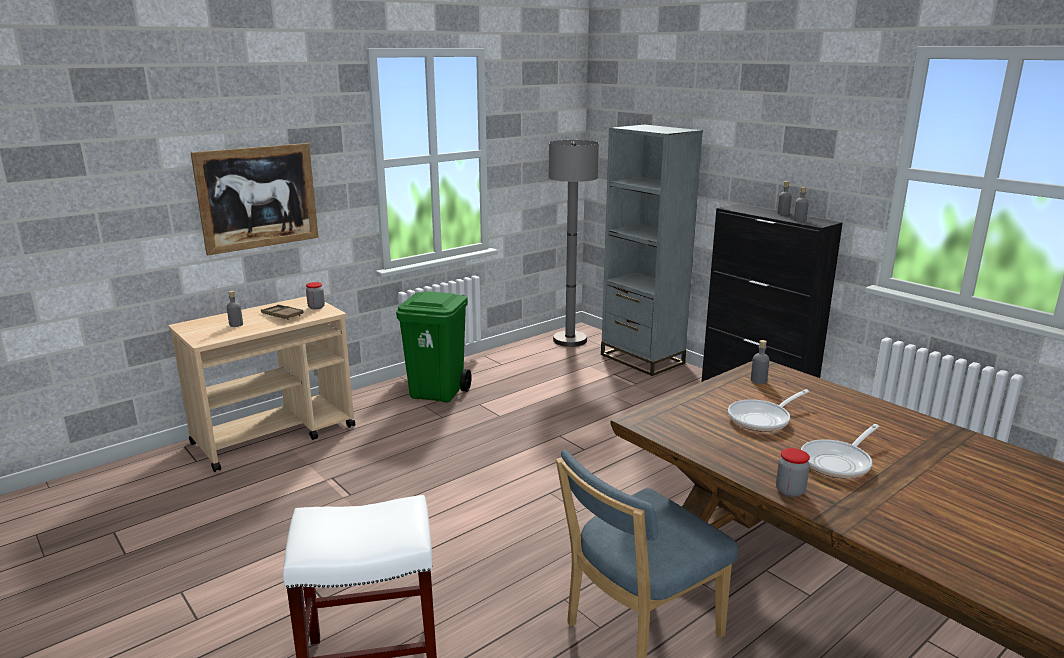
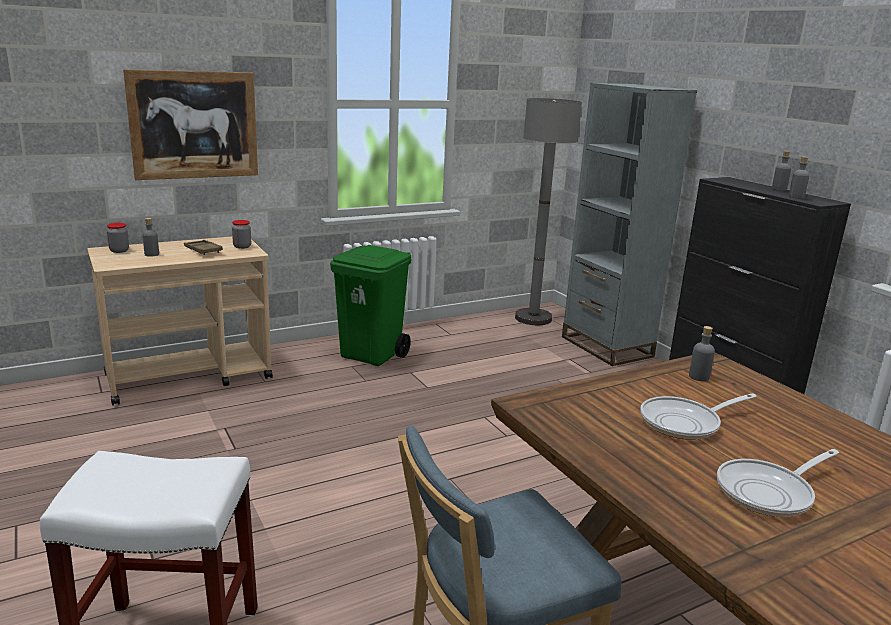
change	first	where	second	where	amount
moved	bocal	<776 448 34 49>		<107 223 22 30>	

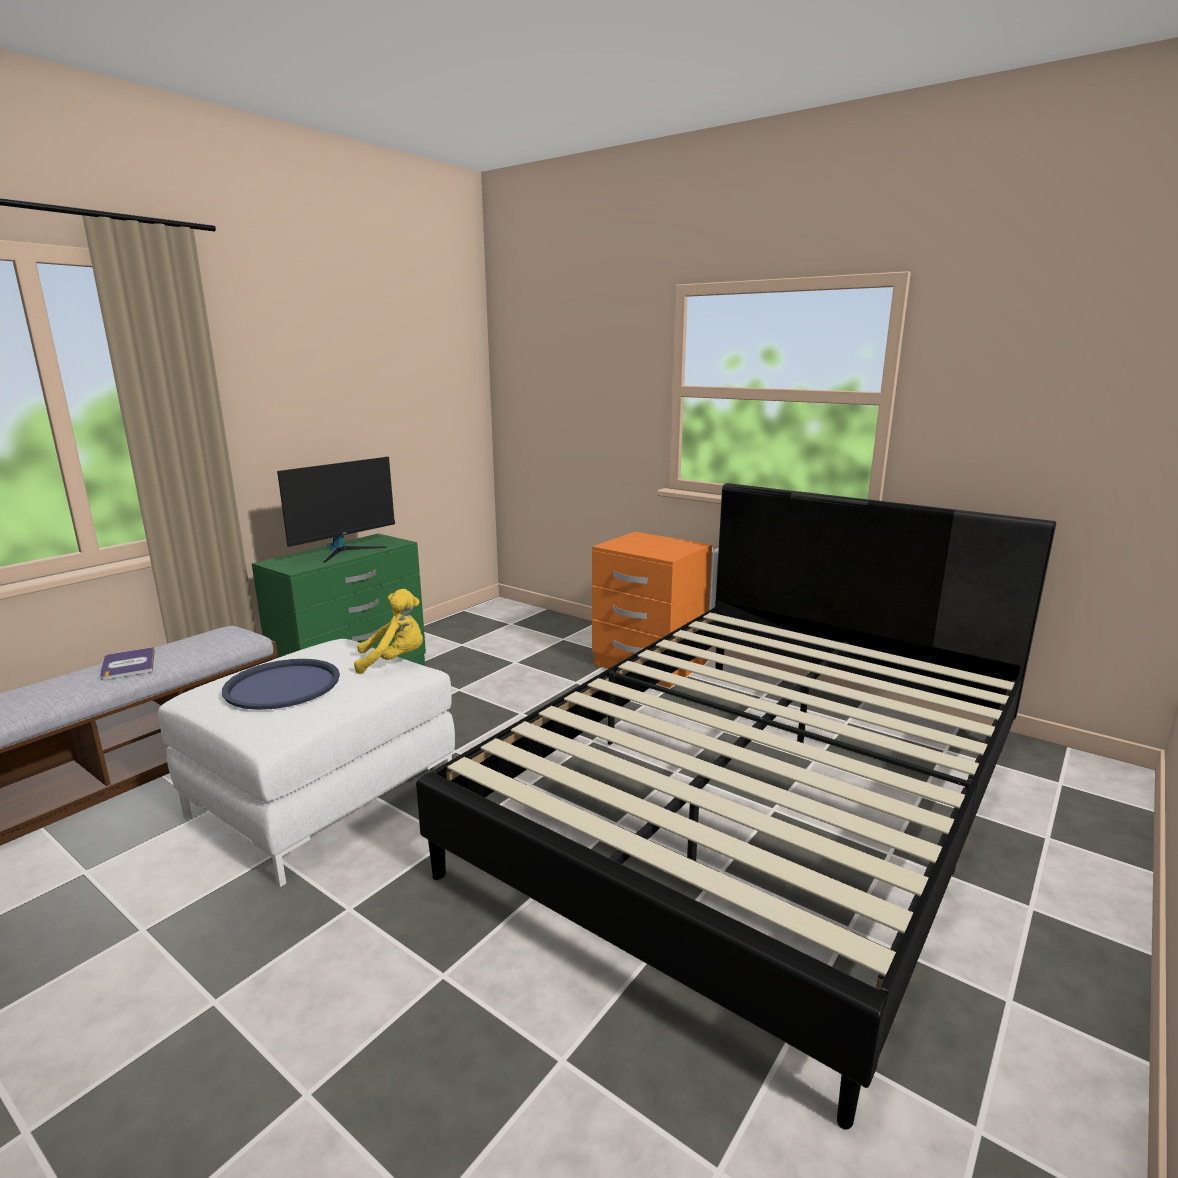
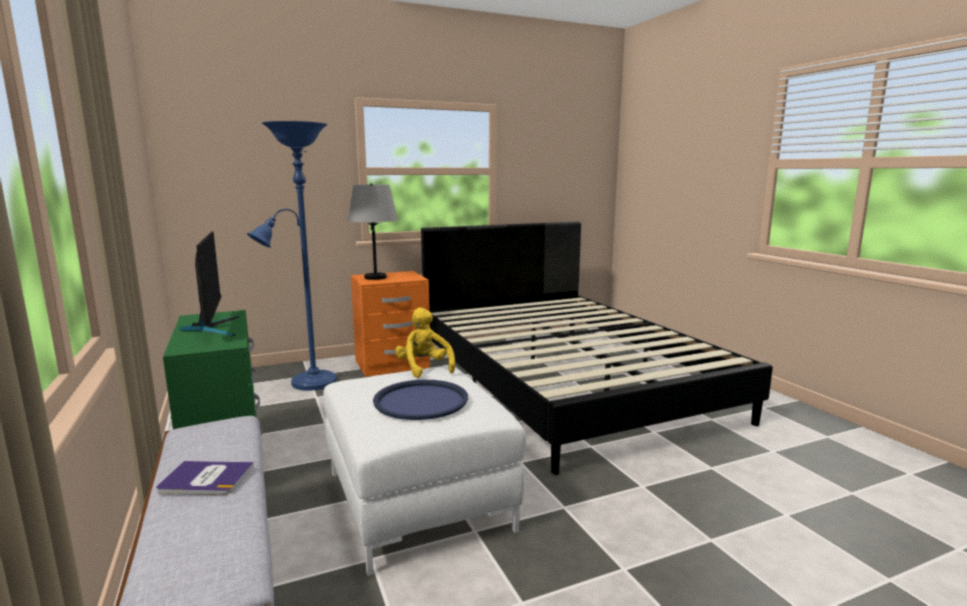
change	first	where	second	where	amount
added			lampadaire (bleu)	<247 121 90 270>	
added			lampe de table (gris)	<348 184 50 96>	
turned	peluche (jaune)	<354 589 69 85>		<395 308 60 70>	45 degrees counterclockwise

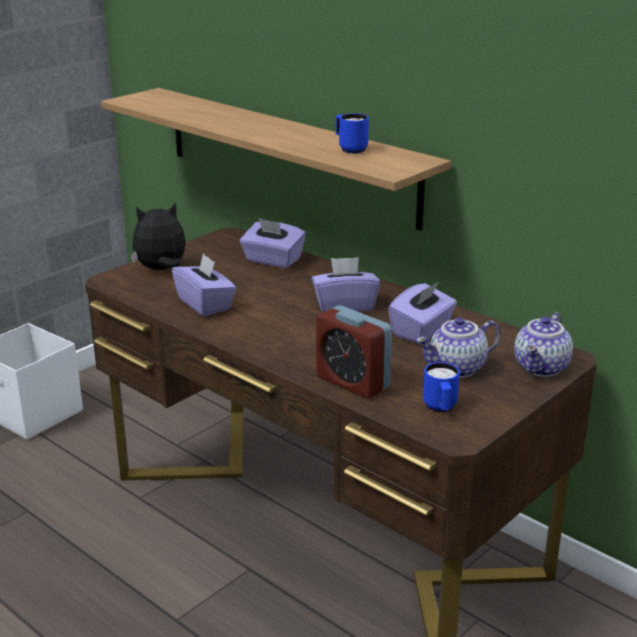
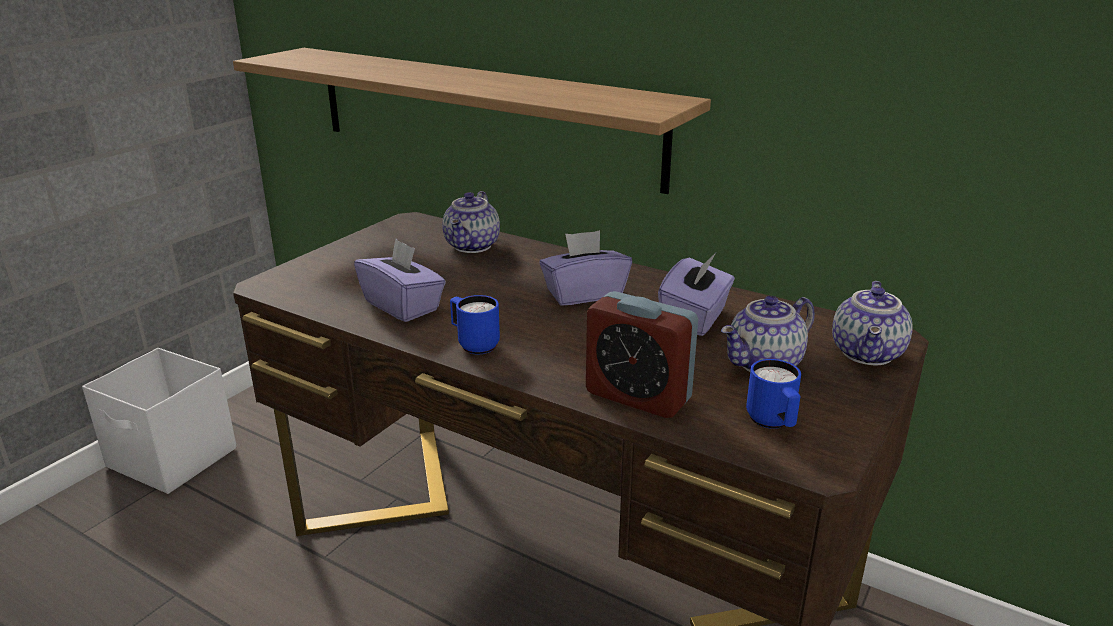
change	first	where	second	where	amount
replaced	boîte à mouchoirs (violet)	<240 218 66 50>	théière	<442 191 58 62>	
moved	mug (bleu)	<336 113 33 40>		<450 295 50 59>	
removed	peluche	<130 202 56 68>			

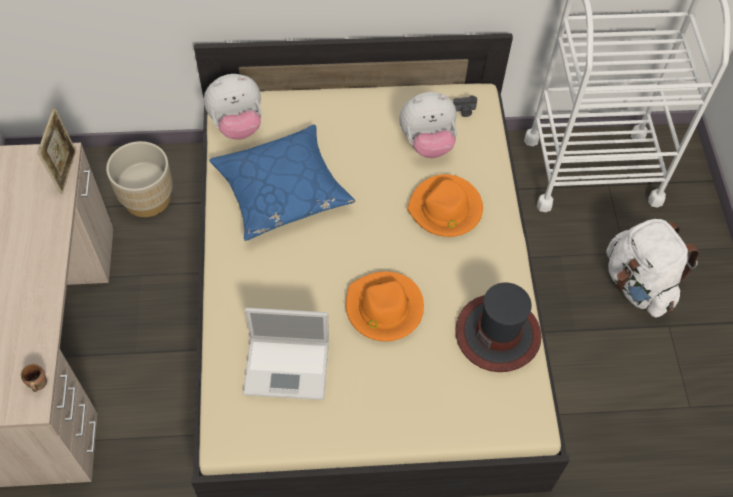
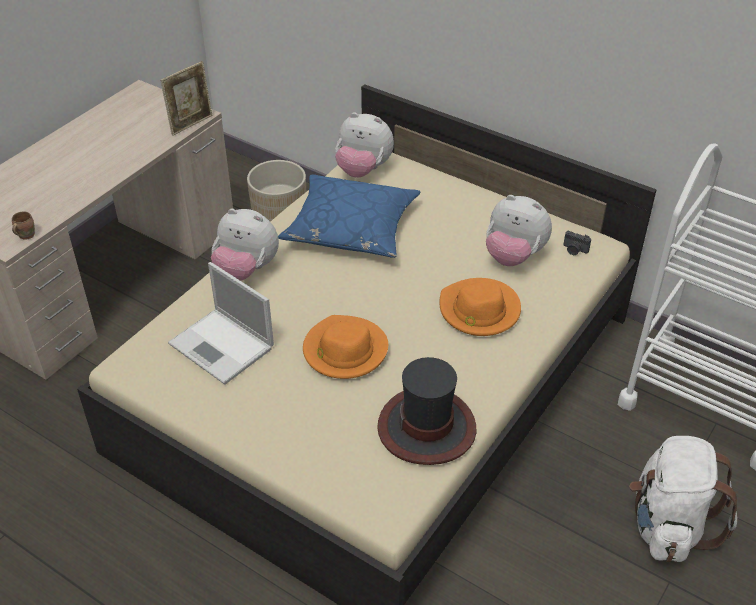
change	first	where	second	where	amount
added			peluche	<211 209 68 72>	

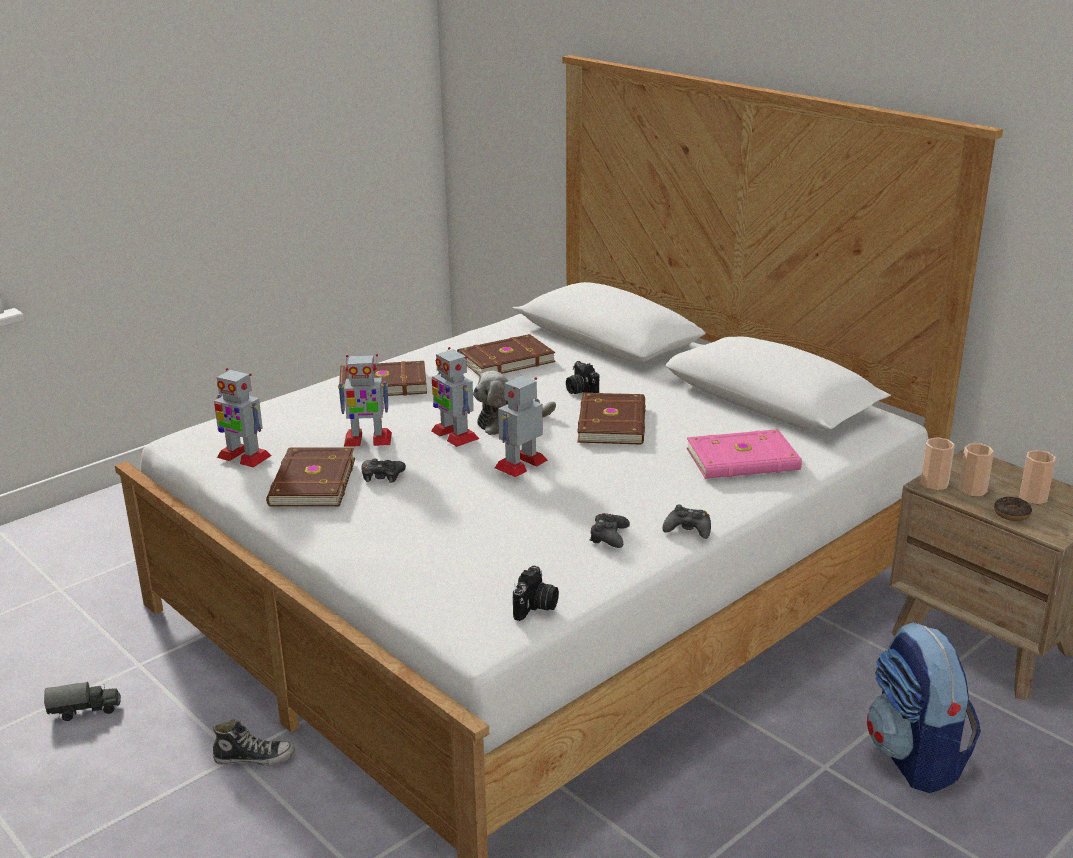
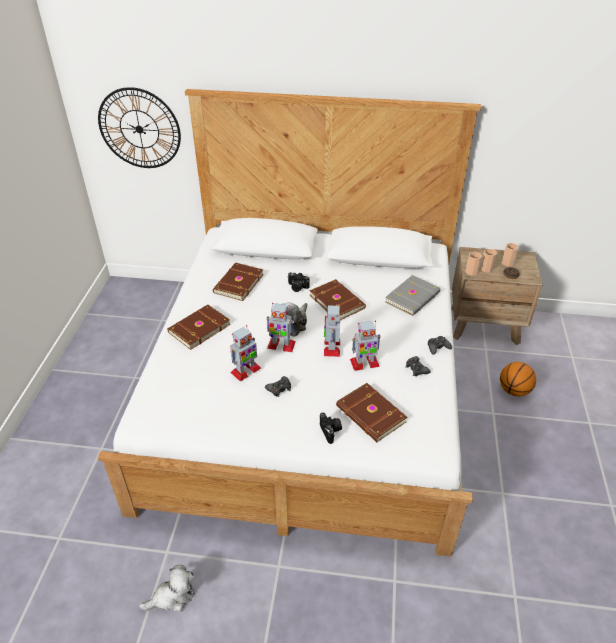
change	first	where	second	where	amount
added			horloge murale	<98 87 83 81>	
replaced	camion jouet	<44 682 77 39>	peluche	<139 565 56 47>	
moved	appareil photo	<513 566 46 55>		<320 413 22 31>	
moved	livre (marron)	<266 448 89 58>		<336 383 71 59>	
moved	robot jouet	<214 368 58 100>		<350 321 31 50>	
recoloured	livre (rose)	<686 429 116 50>	livre (gris)	<385 275 55 41>	
replaced	sac à dos	<867 622 114 171>	ballon de basket	<500 362 36 35>	
removed	chaussure	<213 719 82 47>			

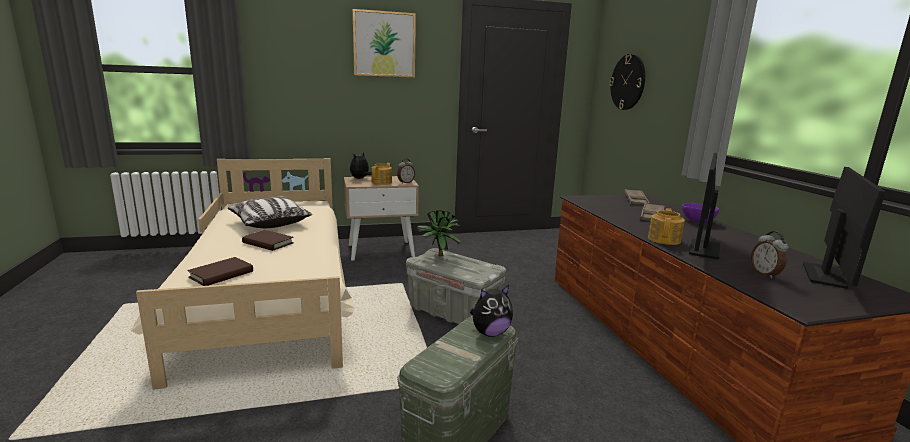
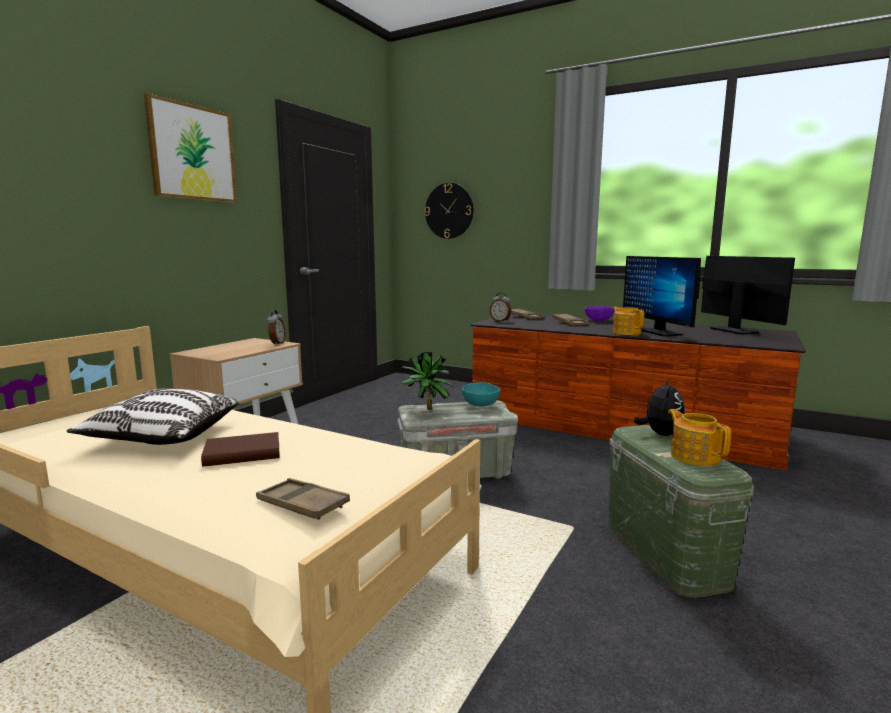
change	first	where	second	where	amount
replaced	livre (marron)	<187 257 66 29>	plateau (marron)	<256 478 94 42>	
added			bol (turquoise)	<462 382 38 24>	
moved	réveil	<751 231 38 48>		<490 293 21 29>	
moved	théière	<372 163 20 22>		<668 409 63 57>	
removed	peluche	<350 152 22 27>			

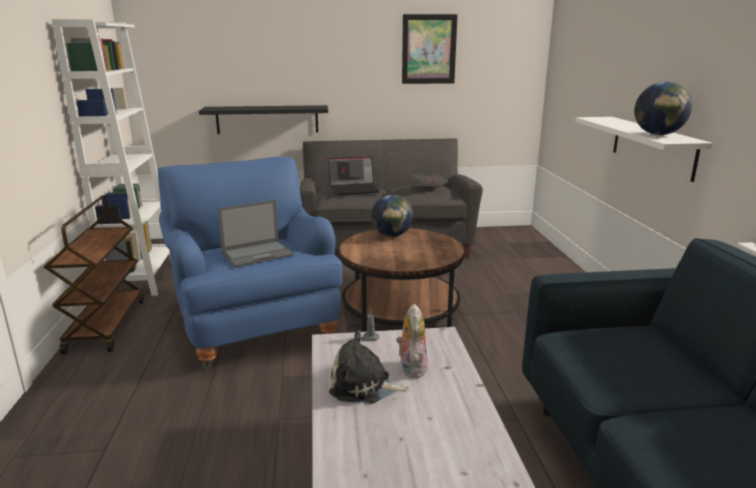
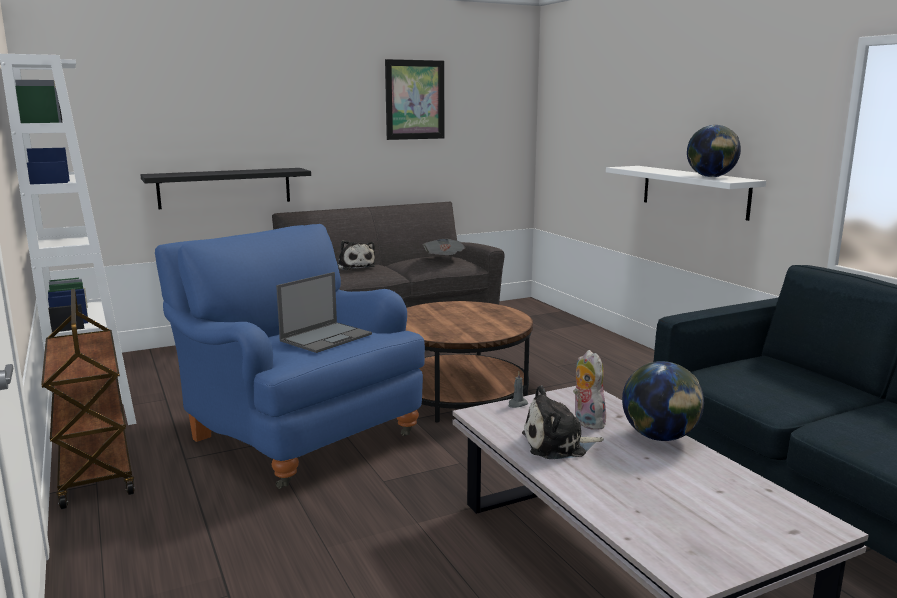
change	first	where	second	where	amount
replaced	ordinateur portable	<328 156 52 39>	peluche	<337 240 39 30>	
moved	globe	<371 194 42 43>		<622 361 82 80>	

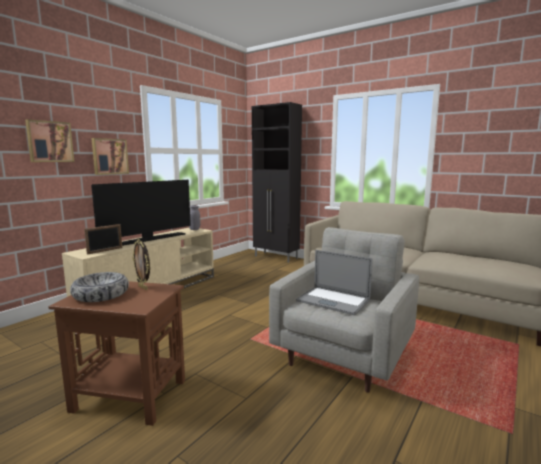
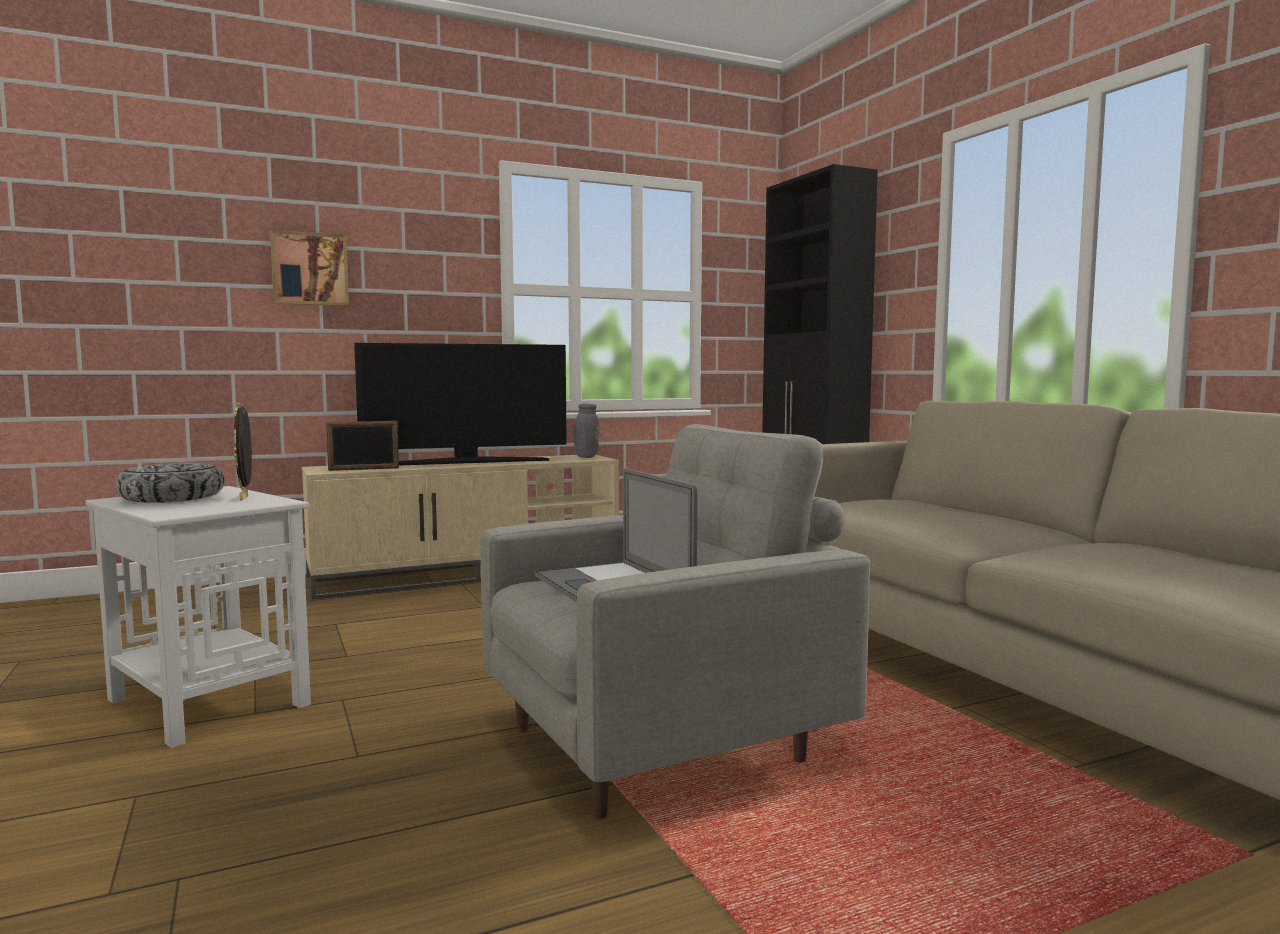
change	first	where	second	where	amount
recoloured	table d'appoint (marron)	<49 281 136 145>	table d'appoint (blanc)	<86 486 225 262>	
removed	tableau	<91 138 38 37>			

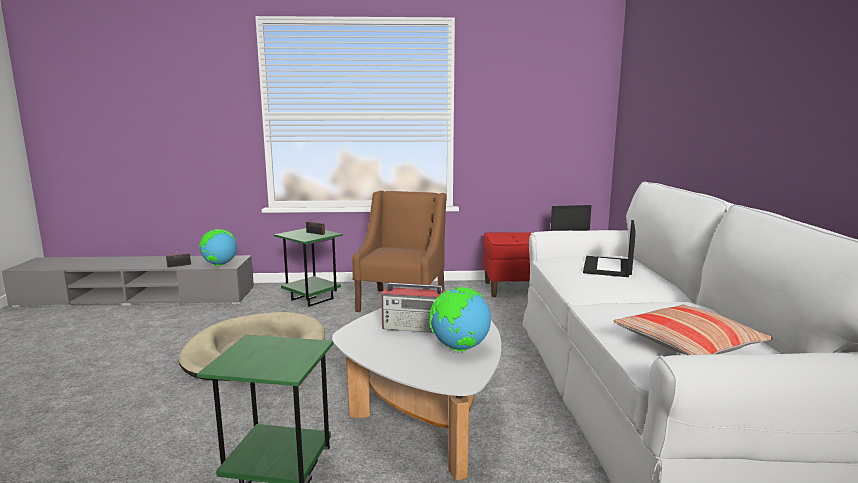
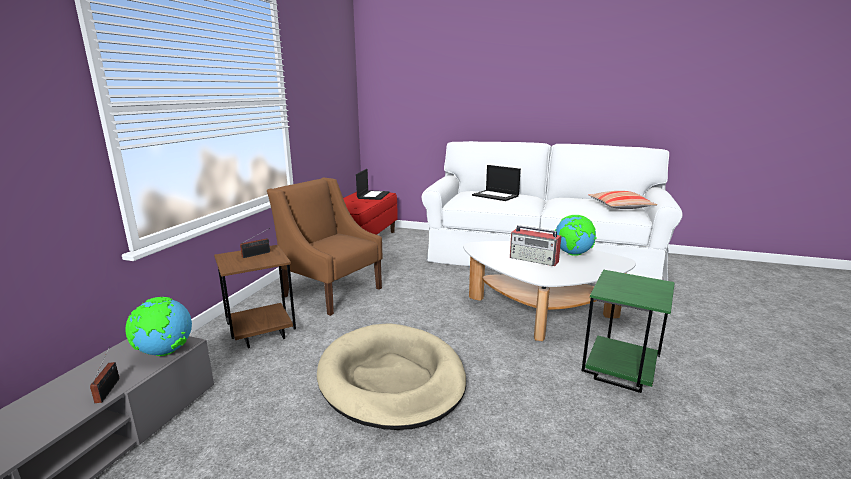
change	first	where	second	where	amount
recoloured	table d'appoint (vert)	<274 228 69 79>	table d'appoint (marron)	<214 245 82 103>	
turned	radio	<381 283 64 50>		<510 225 51 41>	90 degrees clockwise

